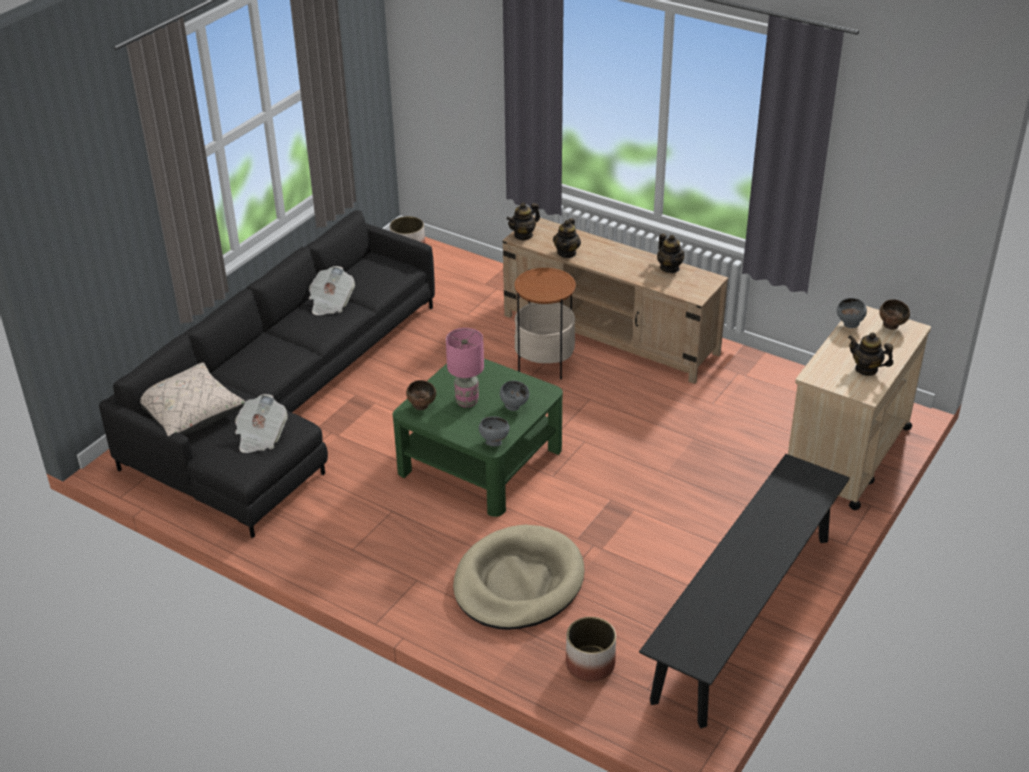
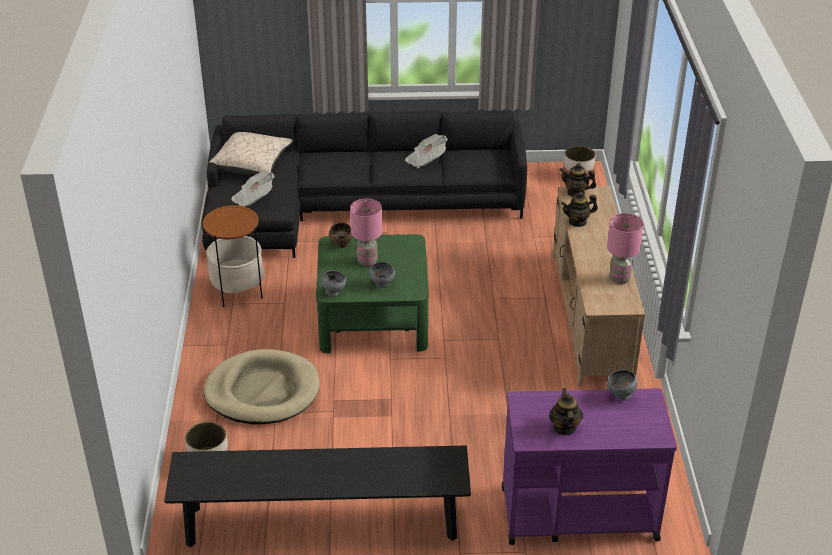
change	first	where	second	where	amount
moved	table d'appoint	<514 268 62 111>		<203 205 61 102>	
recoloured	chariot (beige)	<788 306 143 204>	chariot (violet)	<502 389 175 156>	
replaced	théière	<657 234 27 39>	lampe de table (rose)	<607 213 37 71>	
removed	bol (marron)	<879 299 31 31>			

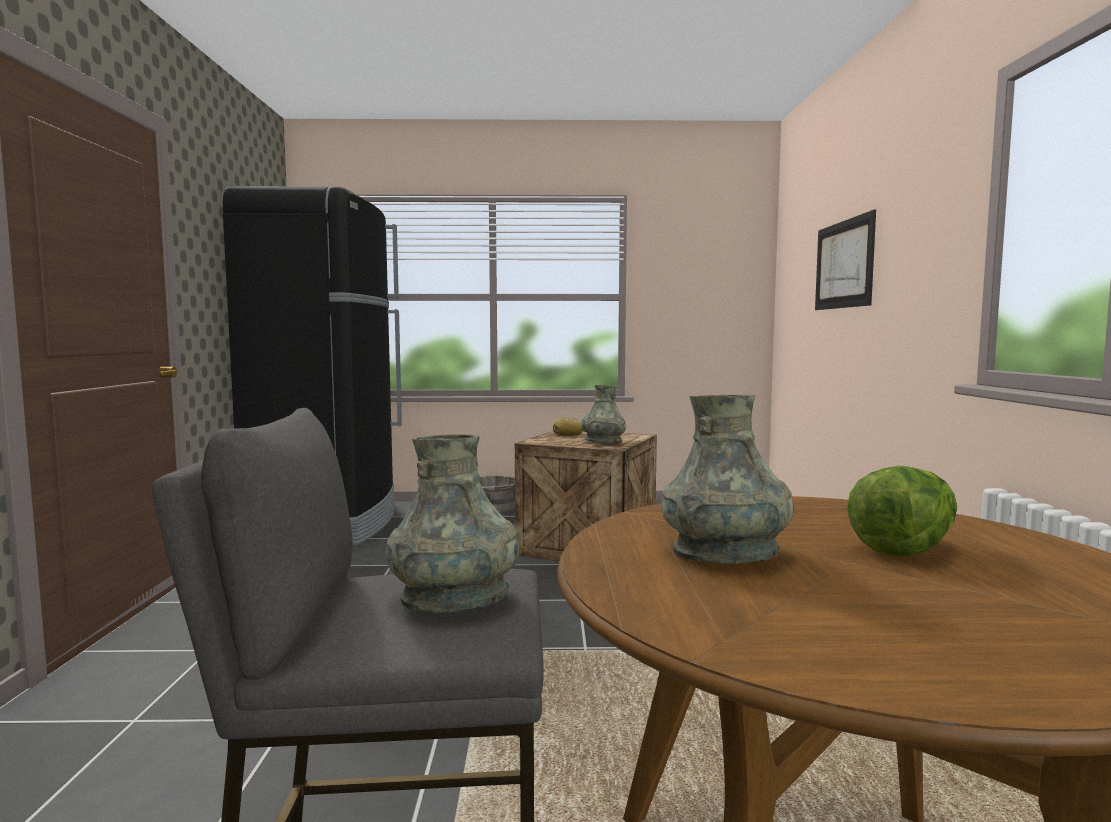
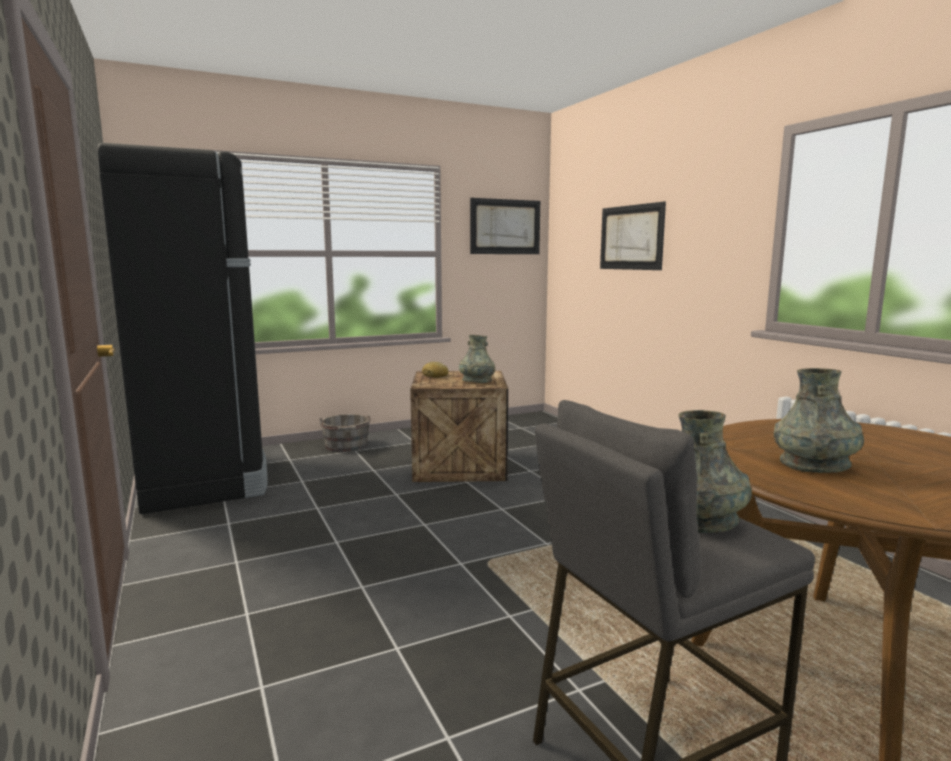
change	first	where	second	where	amount
added			tableau	<470 198 70 56>	
removed	laitue	<847 466 110 90>			

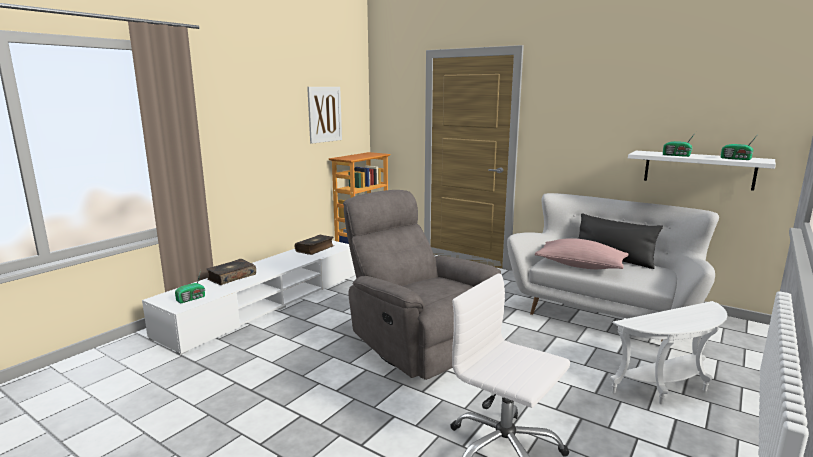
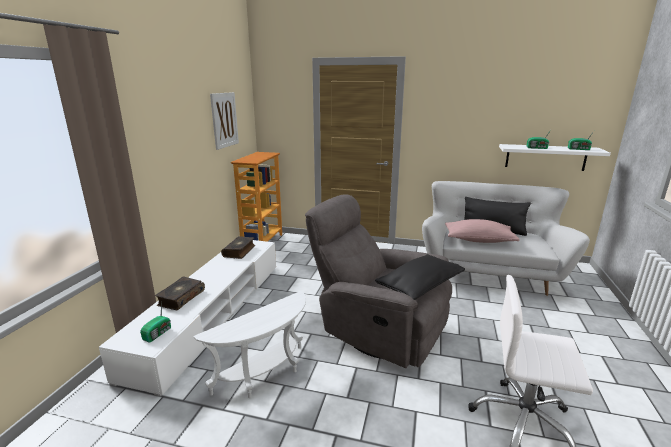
change	first	where	second	where	amount
moved	table d'appoint (blanc)	<610 301 117 103>		<193 291 113 107>	
added			coussin (noir)	<375 254 90 46>	

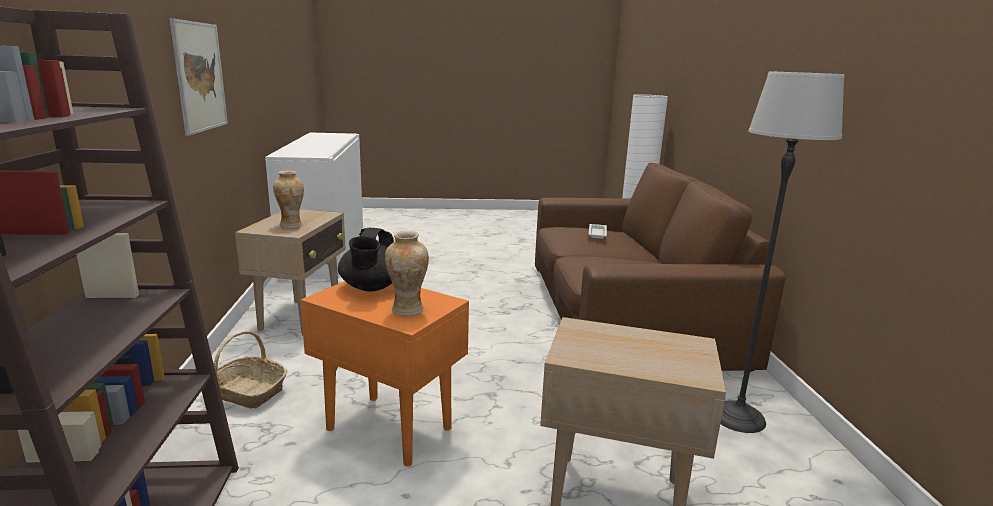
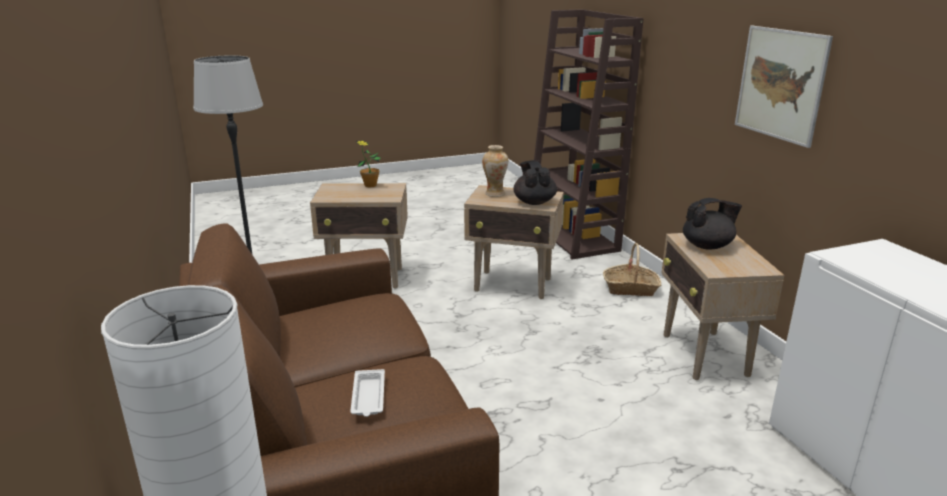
change	first	where	second	where	amount
added			plante en pot	<356 140 24 48>	
recoloured	table d'appoint (orange)	<300 281 169 186>	table d'appoint (beige)	<464 185 100 114>	
replaced	vase	<273 171 31 57>	théière (noir)	<683 198 59 52>	

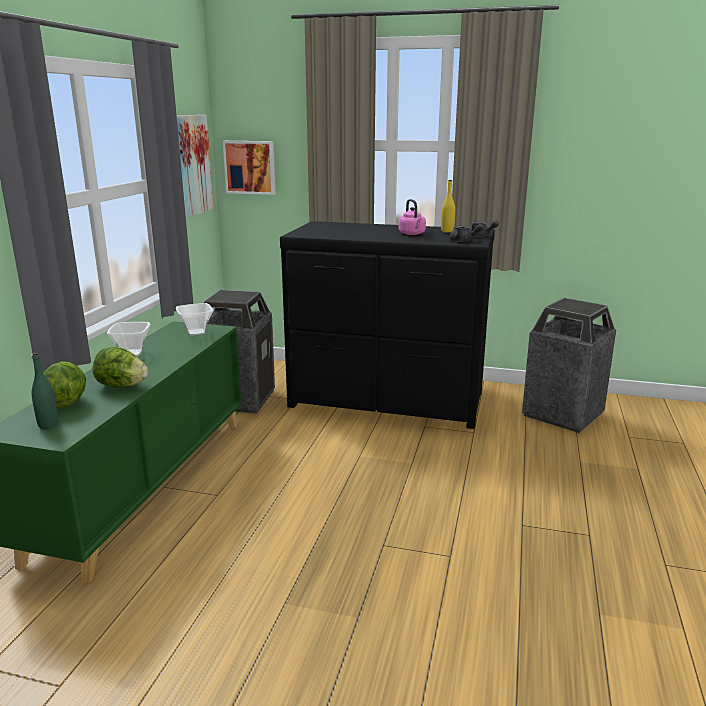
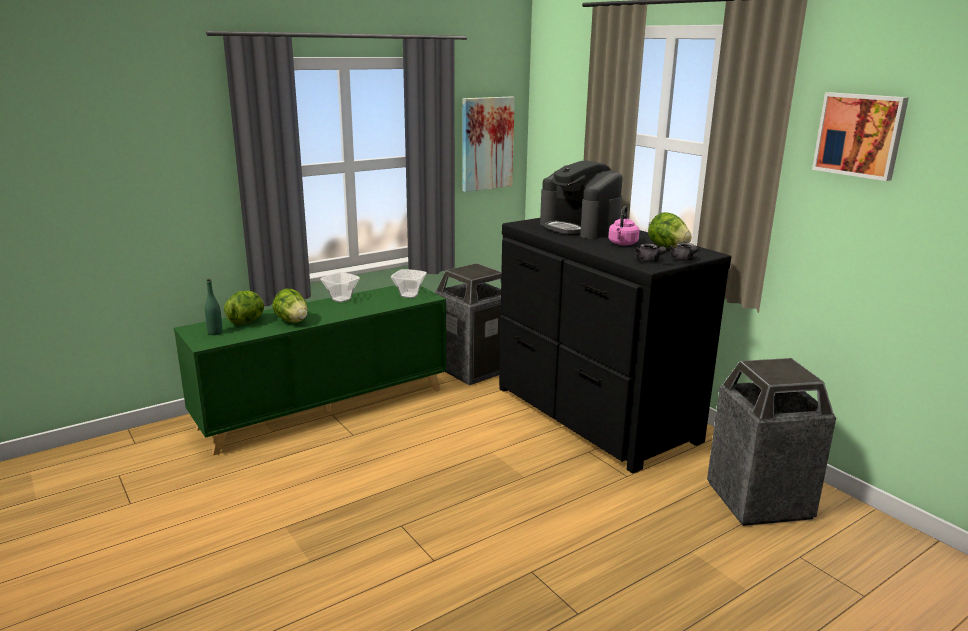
change	first	where	second	where	amount
added			machine à café	<540 161 83 78>	
replaced	bouteille (jaune)	<441 180 14 53>	laitue	<648 212 44 37>	
moved	tableau	<223 141 53 54>		<812 92 97 89>	

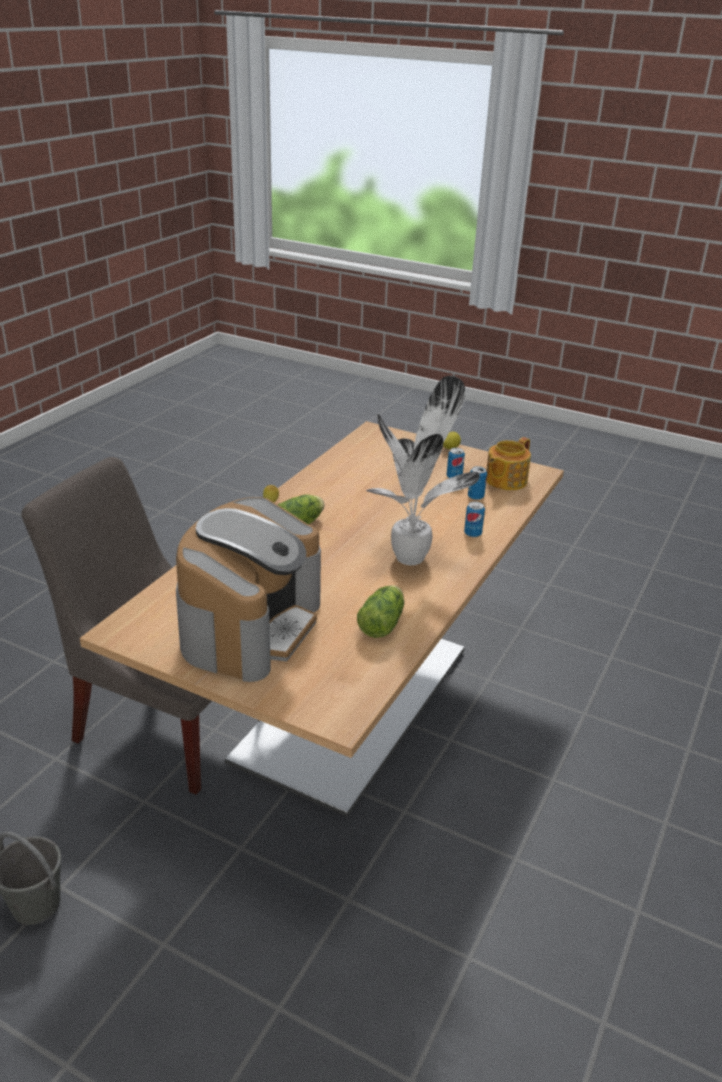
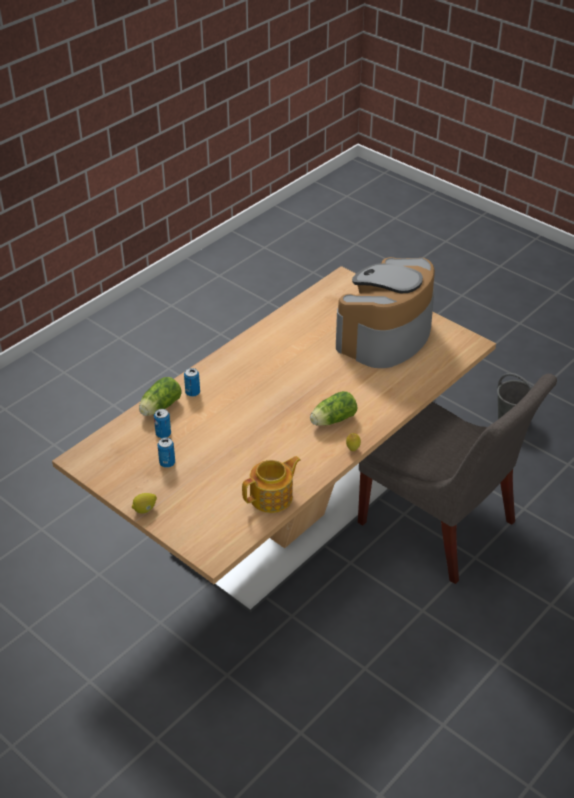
change	first	where	second	where	amount
moved	laitue	<357 585 47 53>		<139 377 43 39>	
moved	théière	<486 437 45 53>		<242 456 58 57>	
removed	plante en pot	<366 376 114 189>			

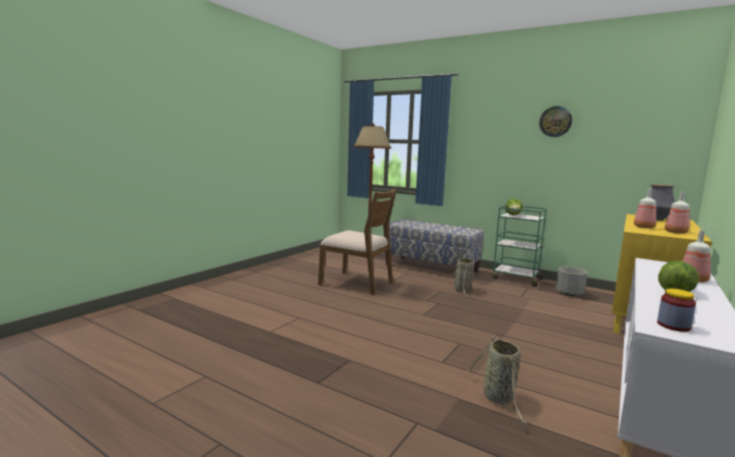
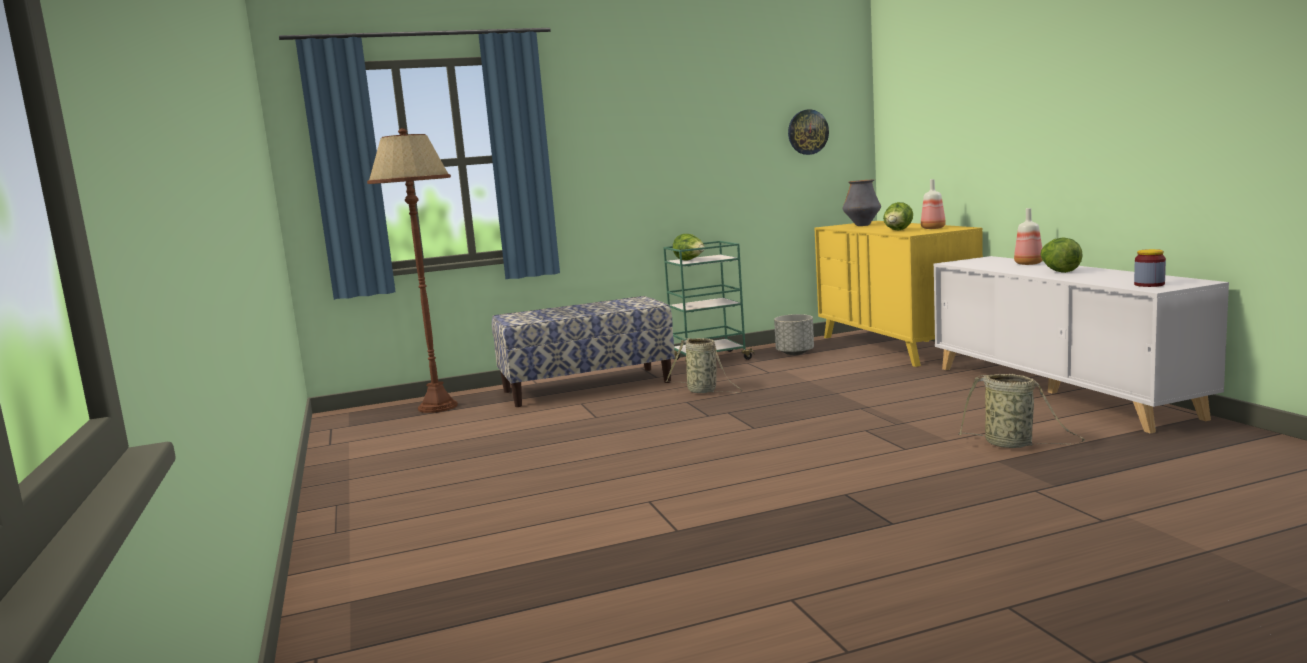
change	first	where	second	where	amount
moved	horloge murale	<539 106 33 31>		<788 109 41 46>	
replaced	bouteille	<634 189 22 39>	laitue	<883 202 30 28>	
removed	chaise (marron)	<318 188 79 107>			

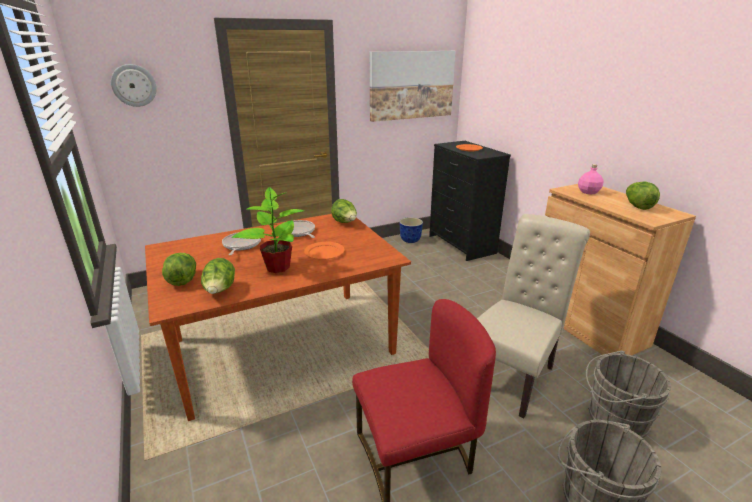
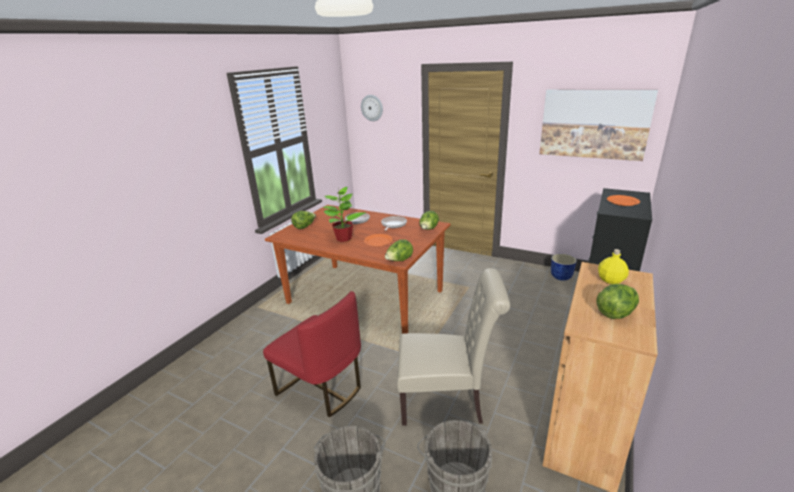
change	first	where	second	where	amount
moved	laitue	<201 258 34 36>		<385 239 28 22>	
recoloured	bouteille (rose)	<578 164 26 31>	bouteille (jaune)	<598 249 31 35>	

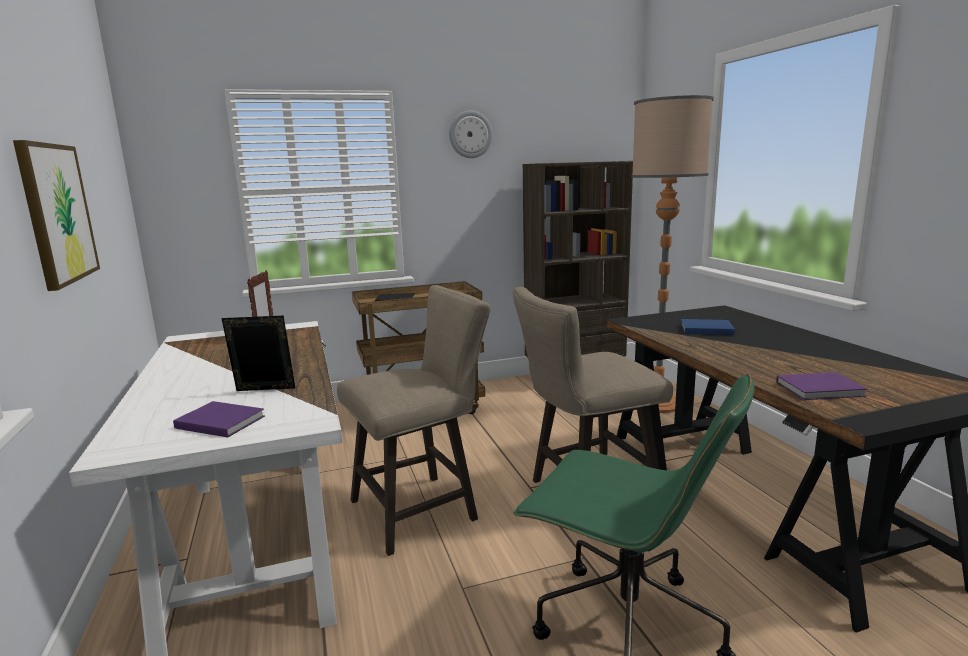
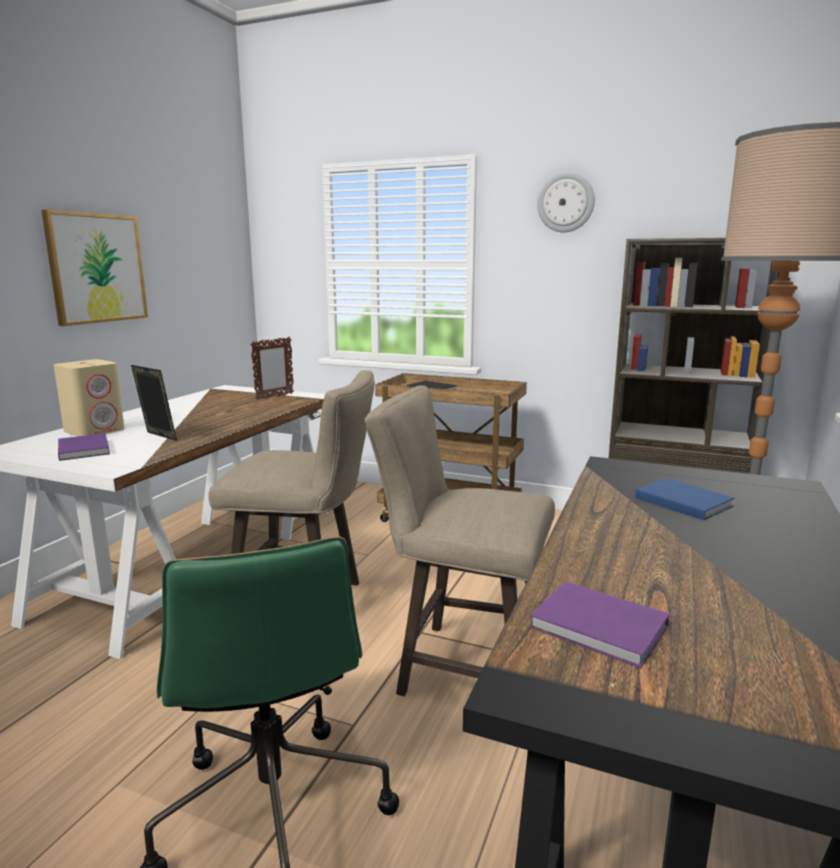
change	first	where	second	where	amount
added			enceinte (beige)	<54 359 71 78>	

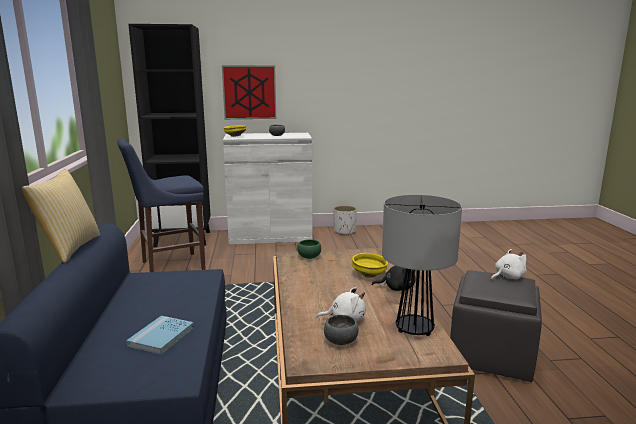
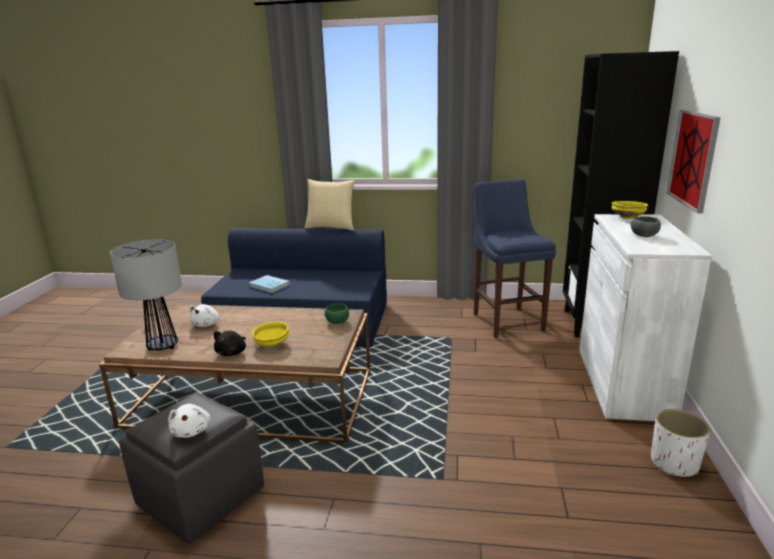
change	first	where	second	where	amount
removed	bol (gris)	<324 315 34 30>			

